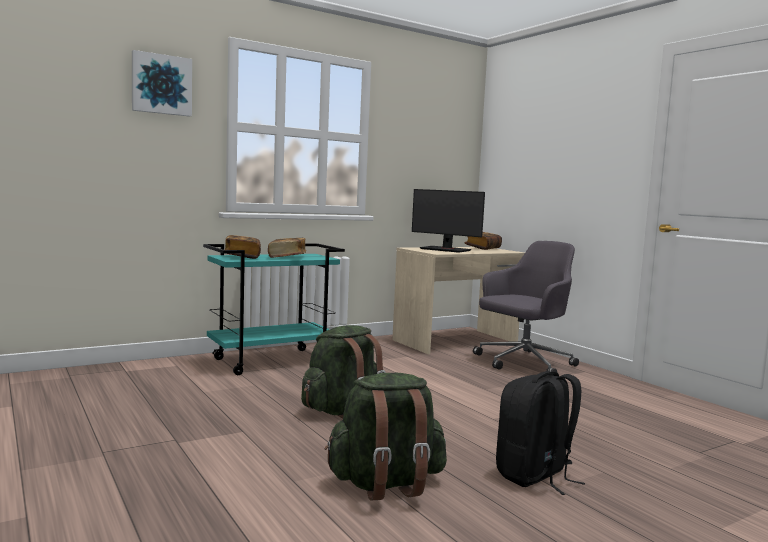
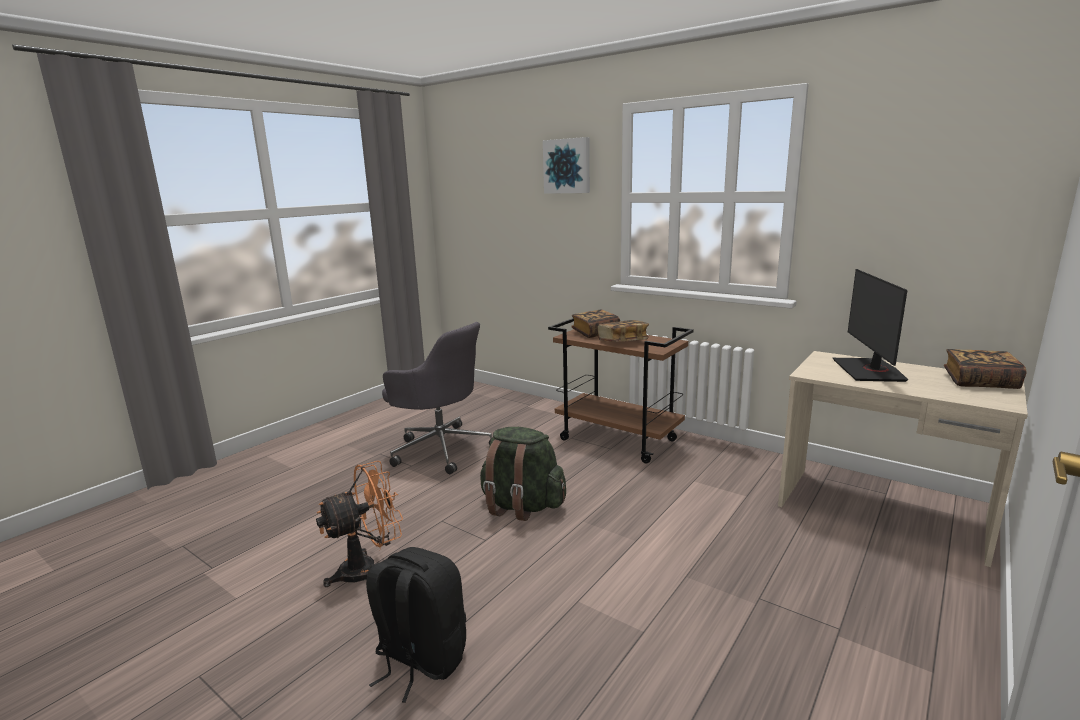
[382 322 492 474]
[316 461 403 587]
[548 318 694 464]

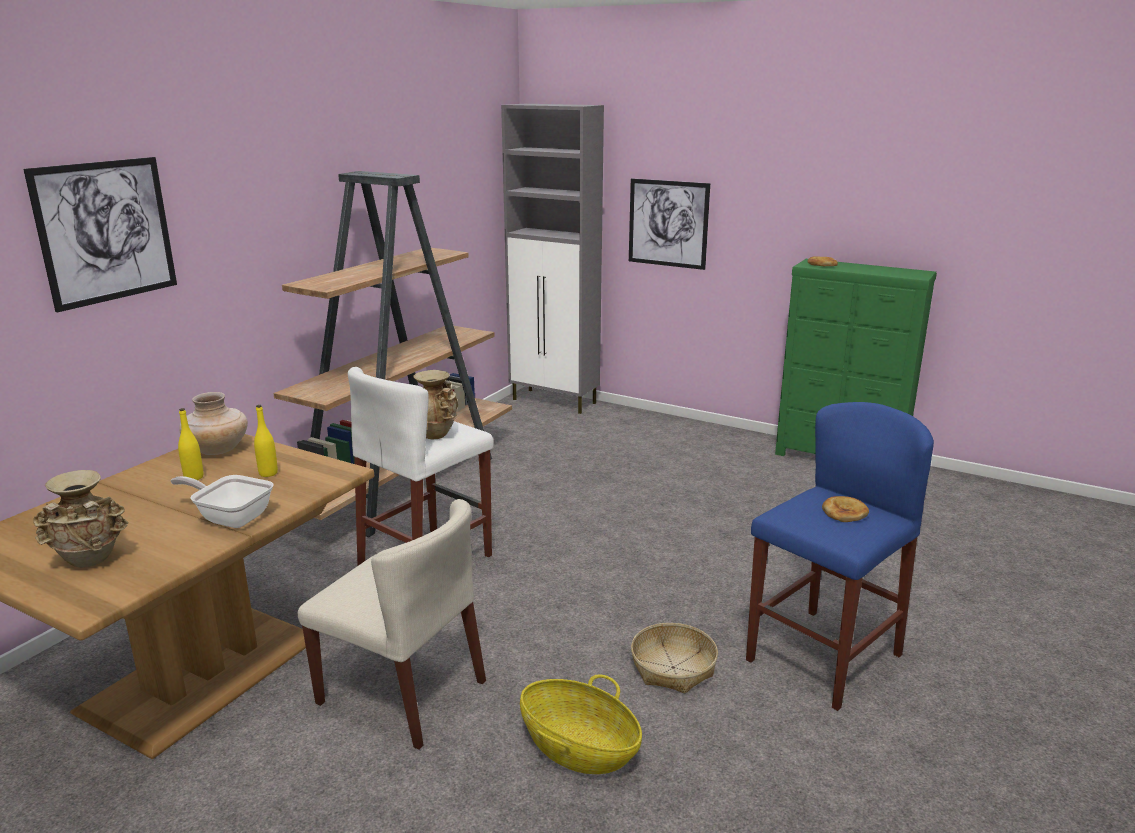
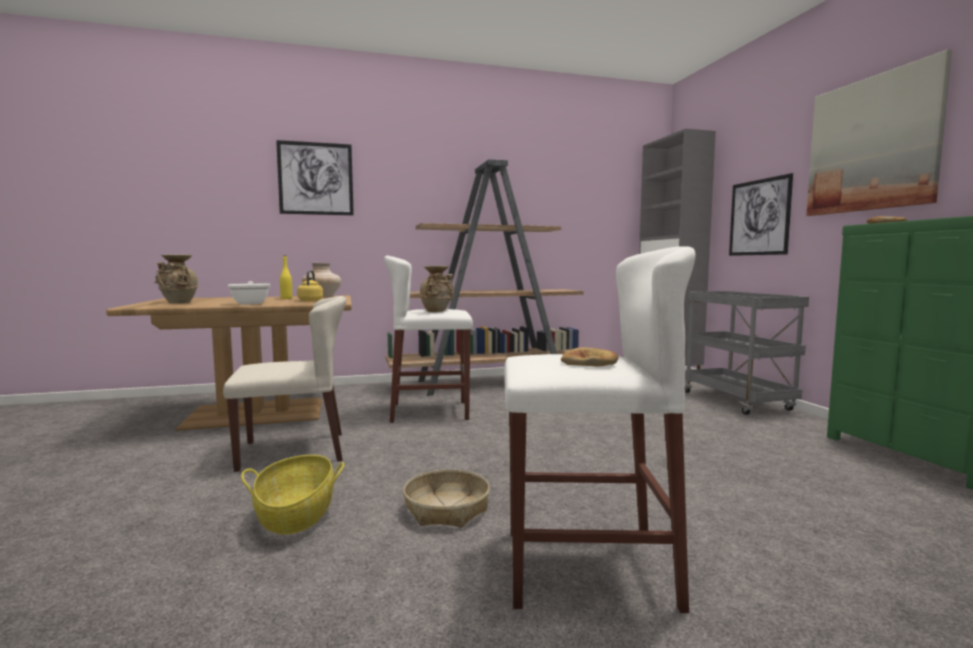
[685 291 809 415]
[806 50 952 216]
[297 270 323 301]
[504 246 696 613]
[223 296 347 472]

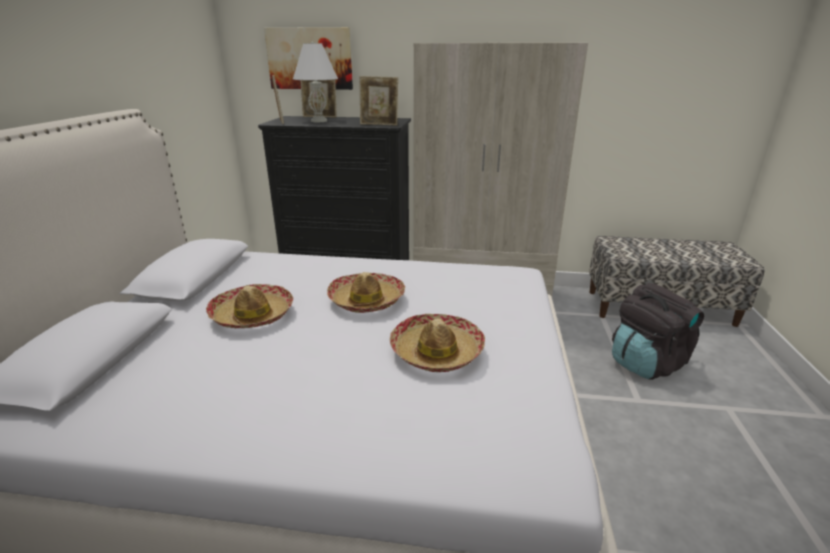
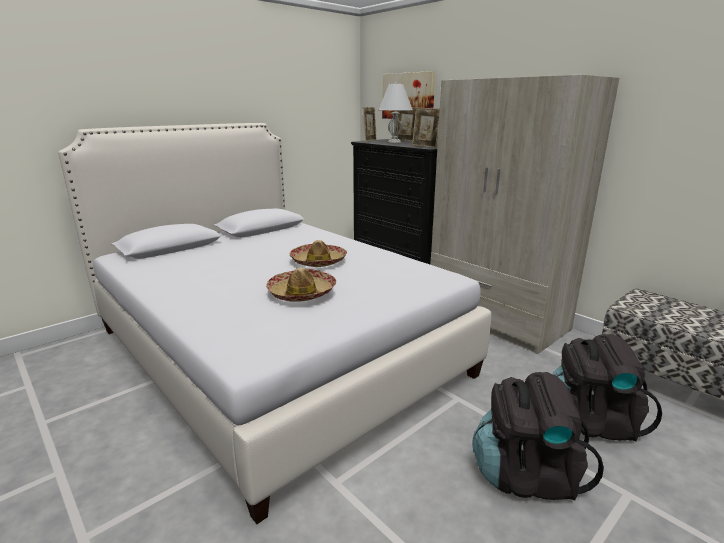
[206 284 293 328] (first image)
[472 372 604 500]

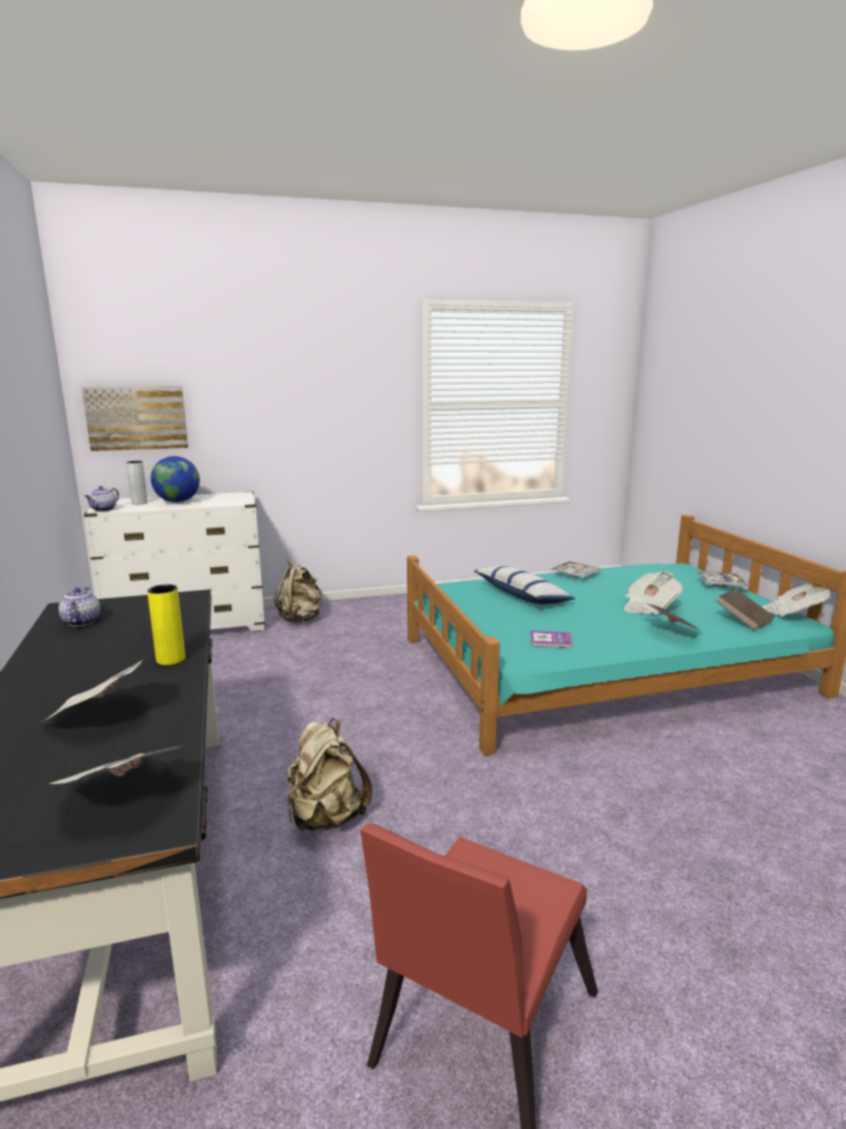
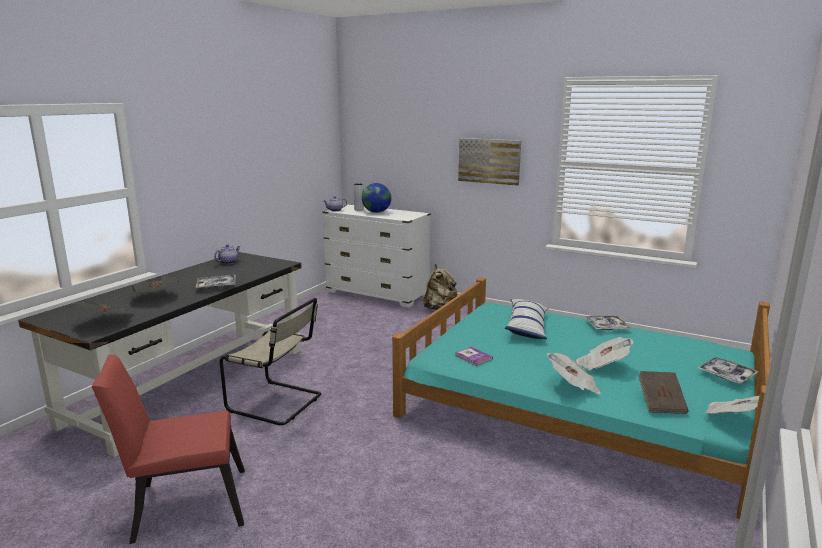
[458 138 521 186]
[195 275 236 289]
[219 298 321 425]

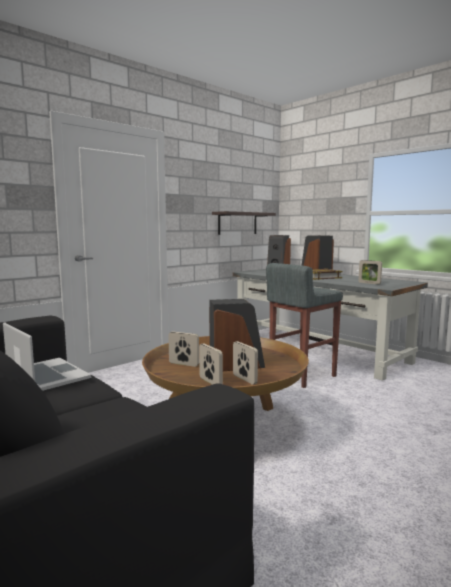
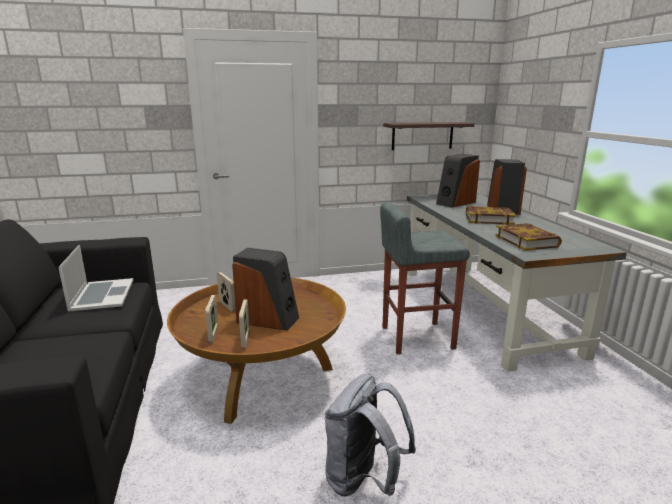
[325 373 416 497]
[495 223 562 251]

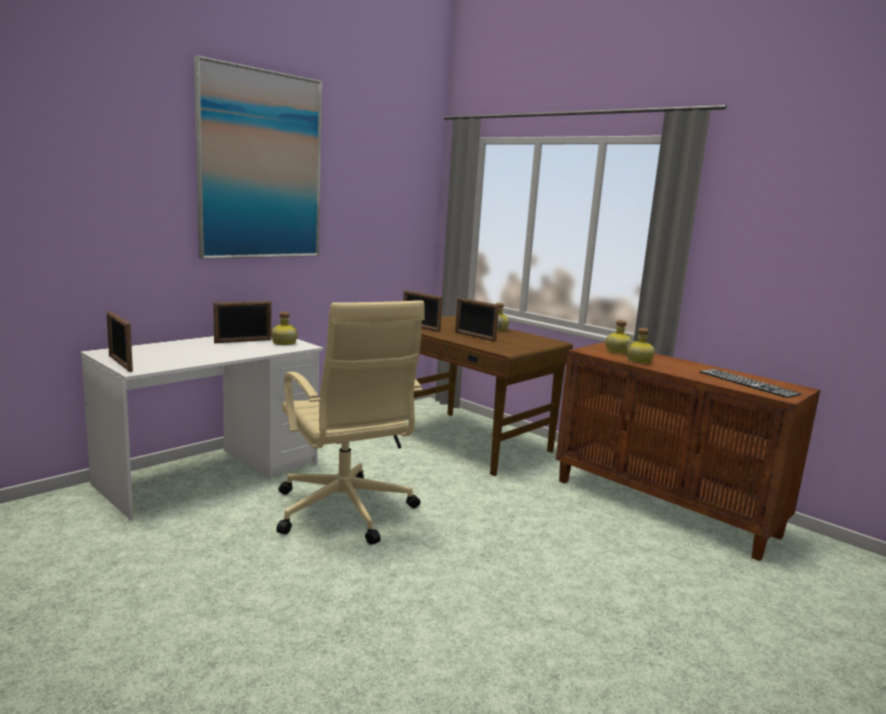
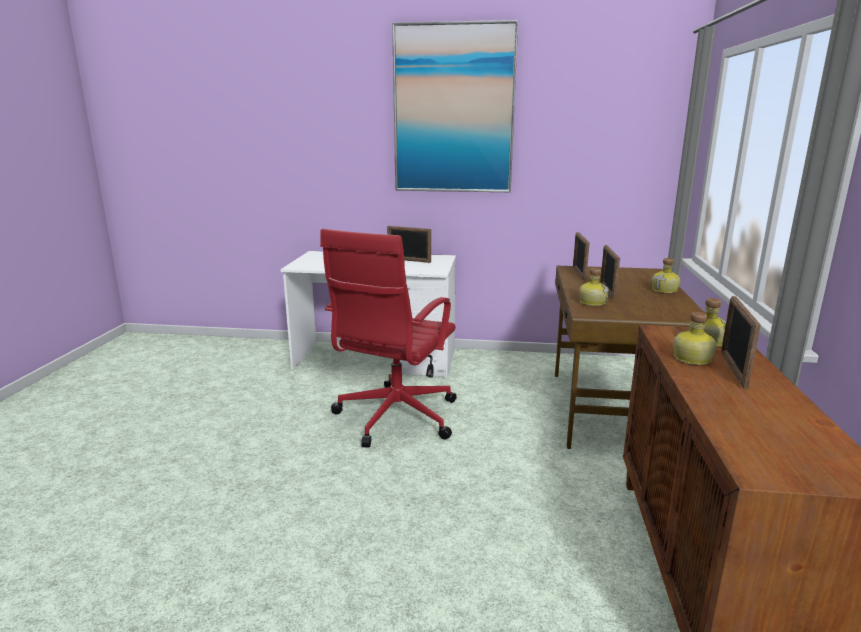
[699 369 801 398] (first image)
[721 296 761 389]
[579 268 609 306]
[320 229 457 448]

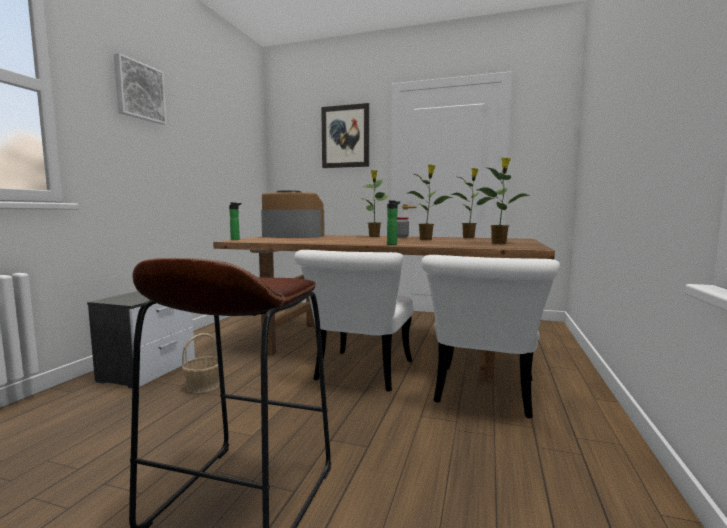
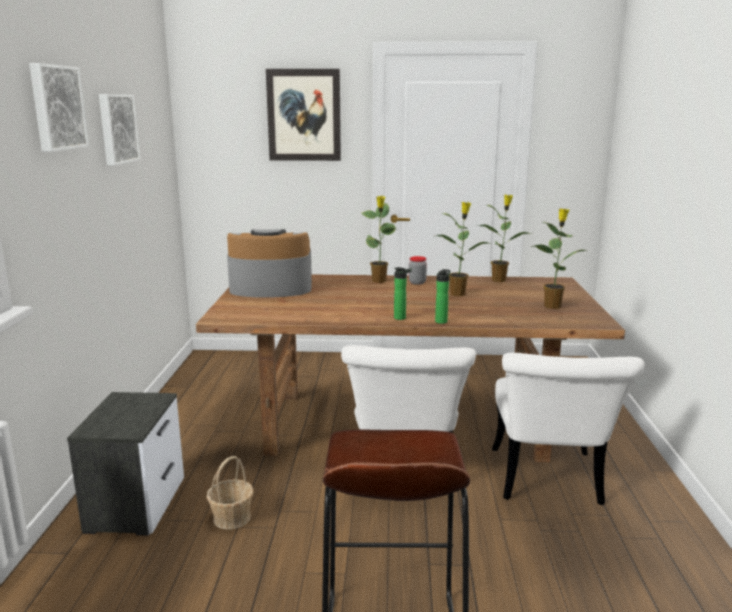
[99 94 140 166]
[394 267 412 320]

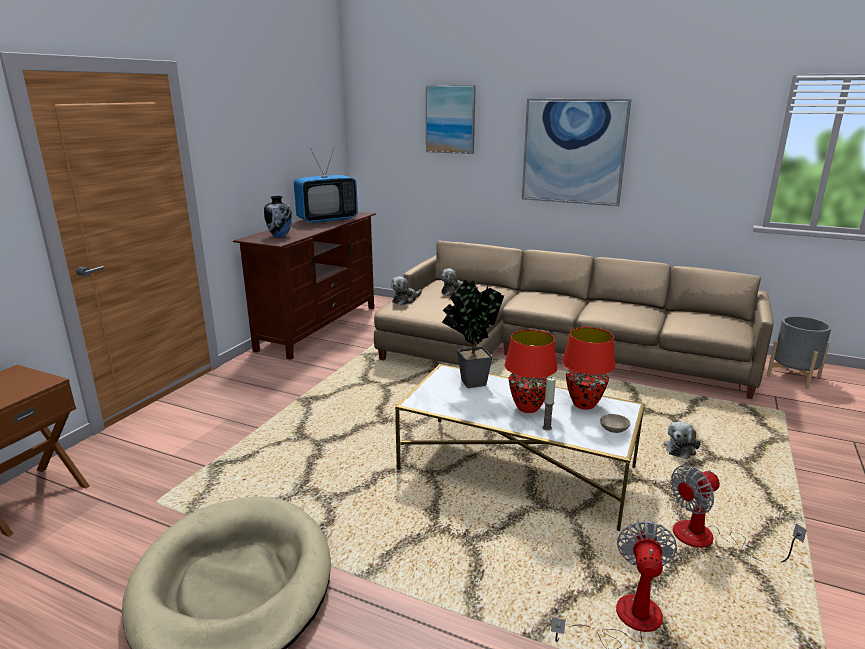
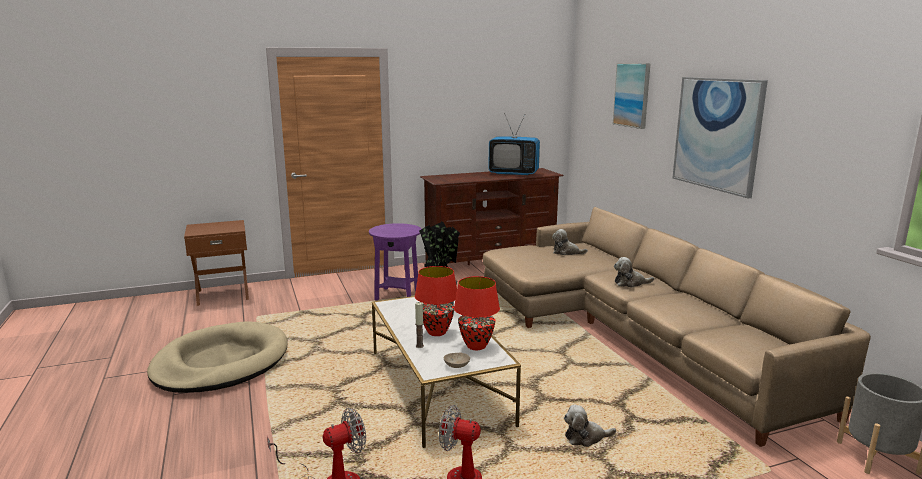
[264 196 292 238] (first image)
[369 223 421 300]
[614 257 654 287]

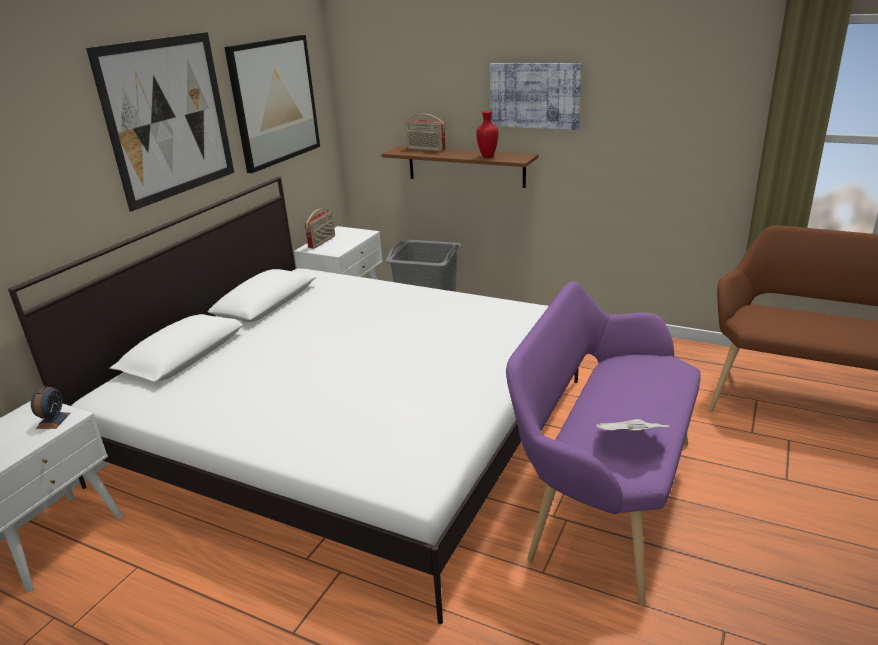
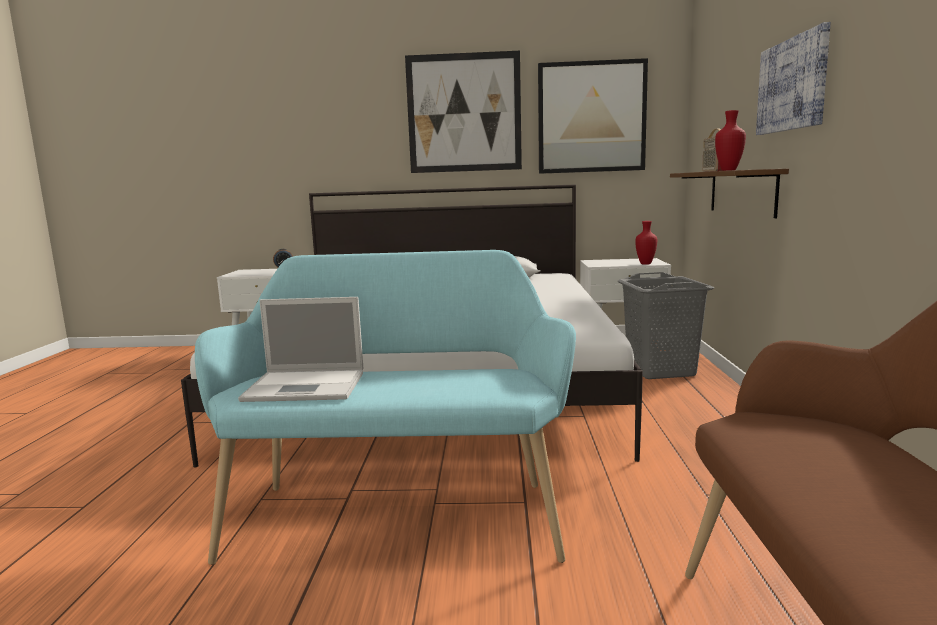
[305 209 335 249] (first image)
[635 221 657 265]
[238 297 363 402]
[195 250 576 565]

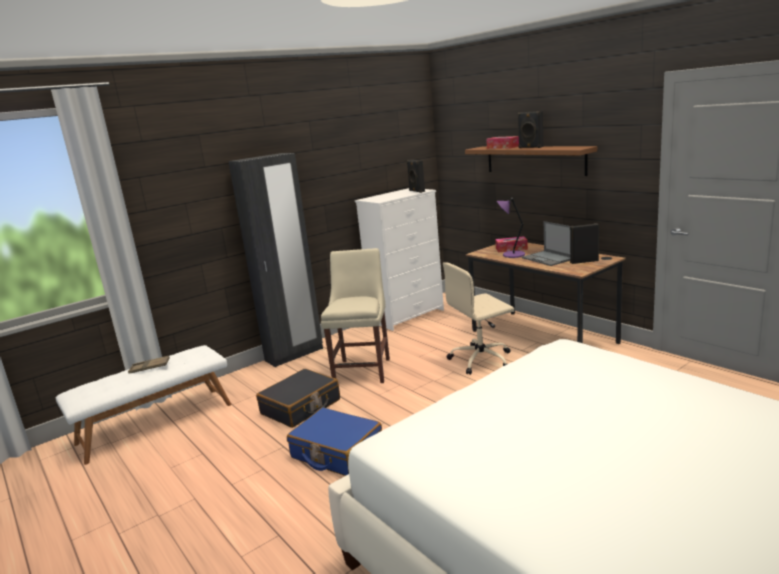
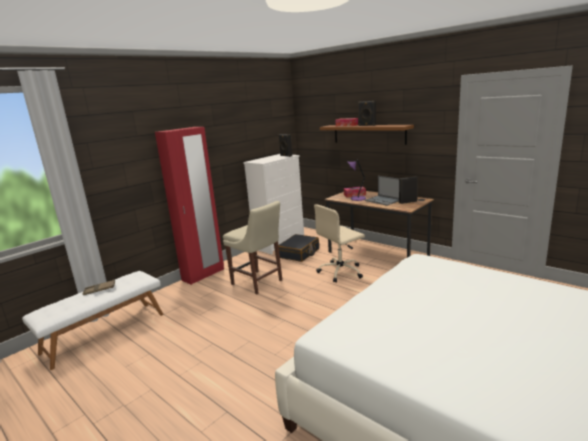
[287 407 382 476] (first image)
[278 234 319 262]
[155 127 224 285]
[223 201 282 295]

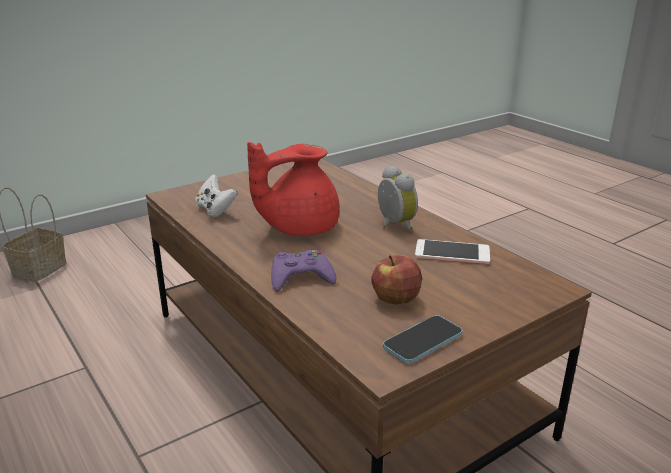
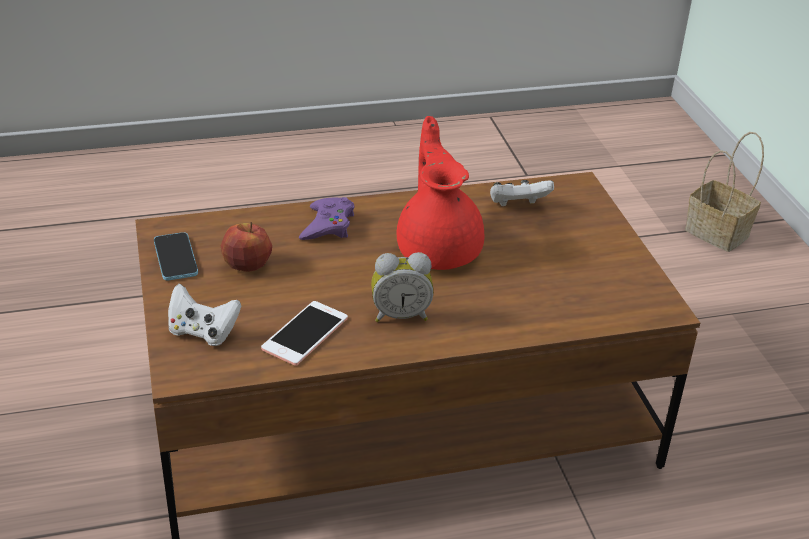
[168 284 241 346]

